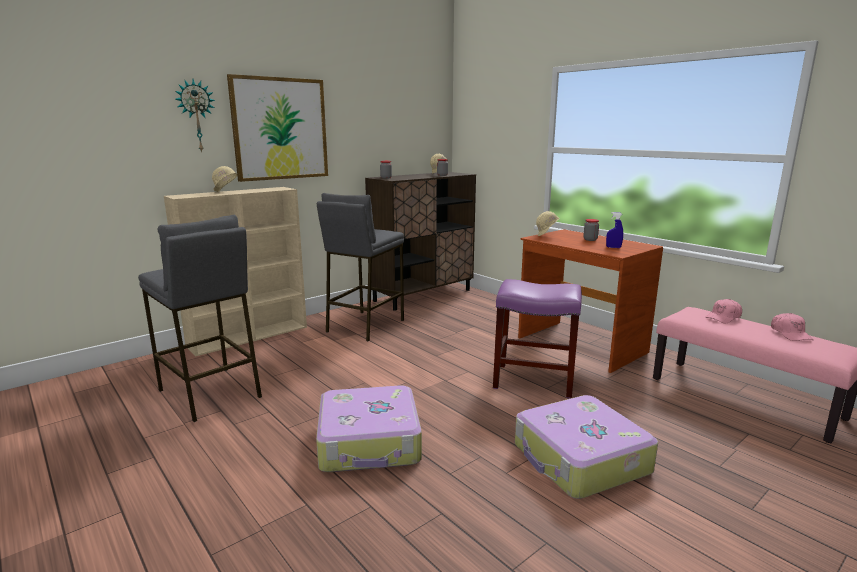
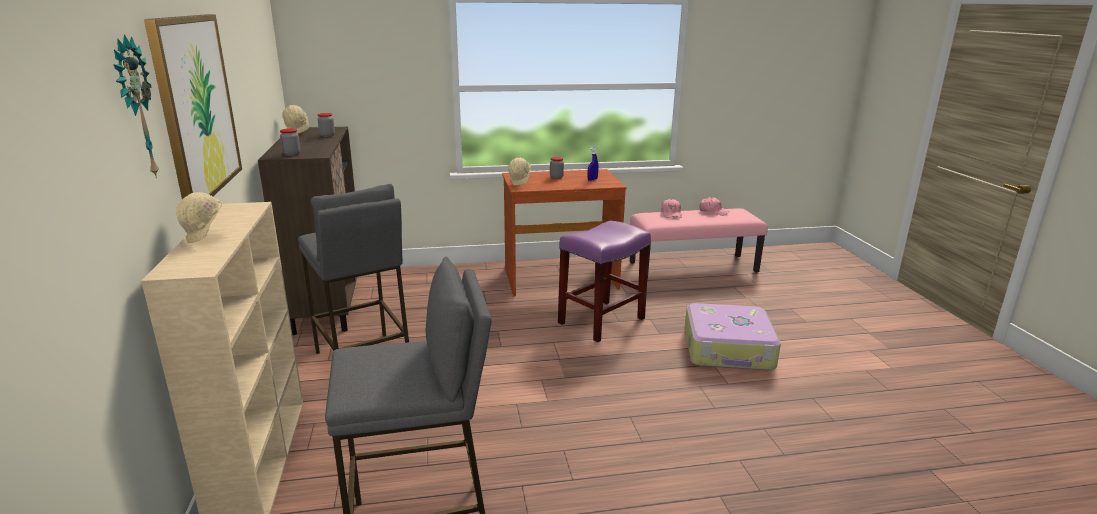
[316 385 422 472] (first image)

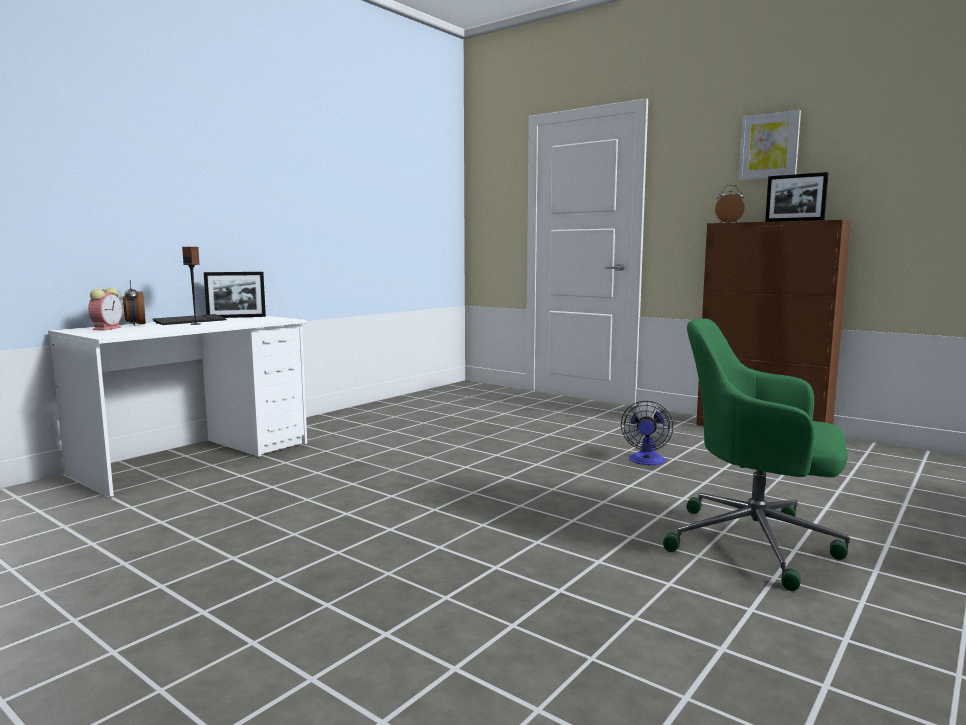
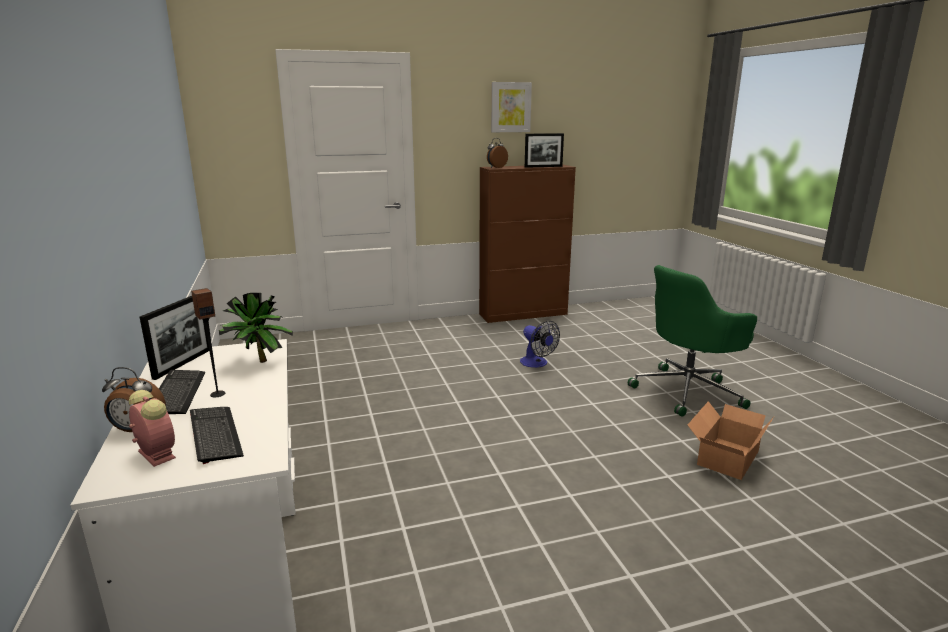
[190 407 244 464]
[219 293 293 363]
[688 401 774 480]

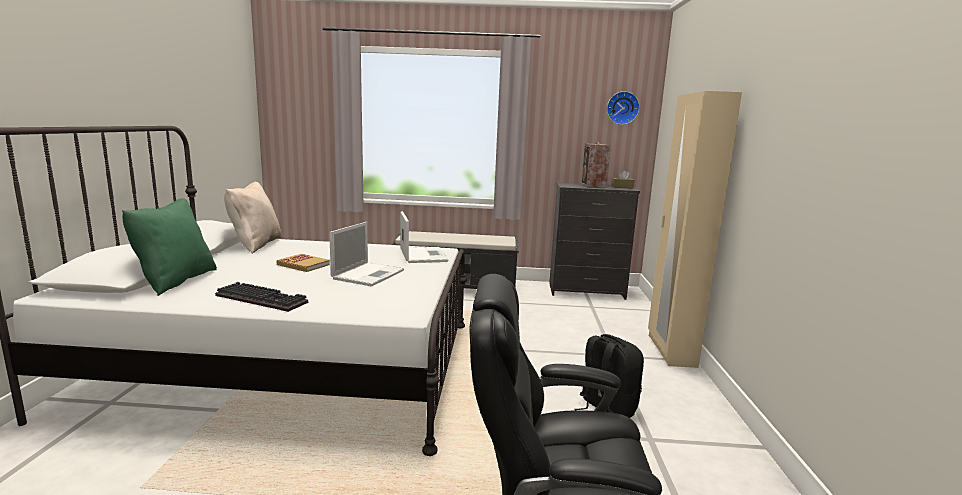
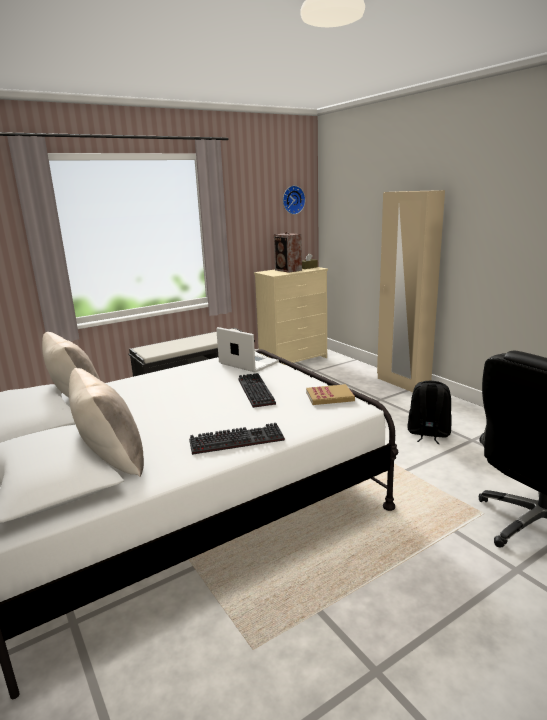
[306 384 355 405]
[238 373 276 408]
[69 368 144 477]
[254 267 328 365]

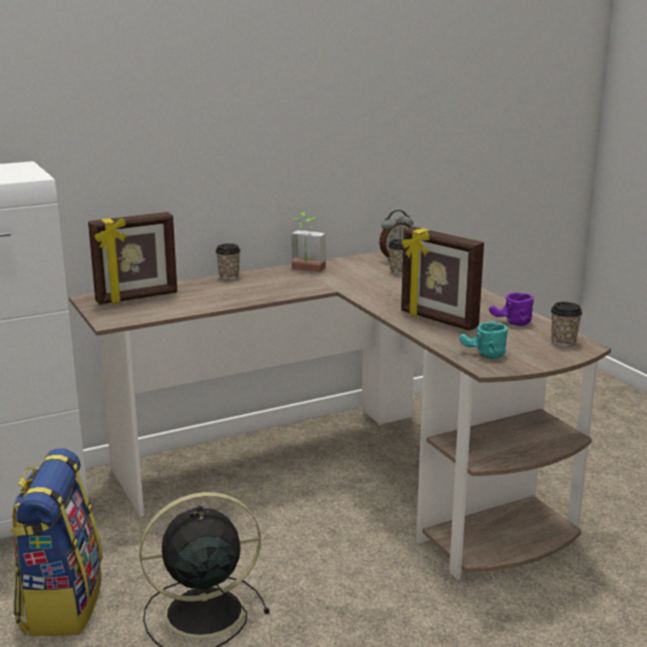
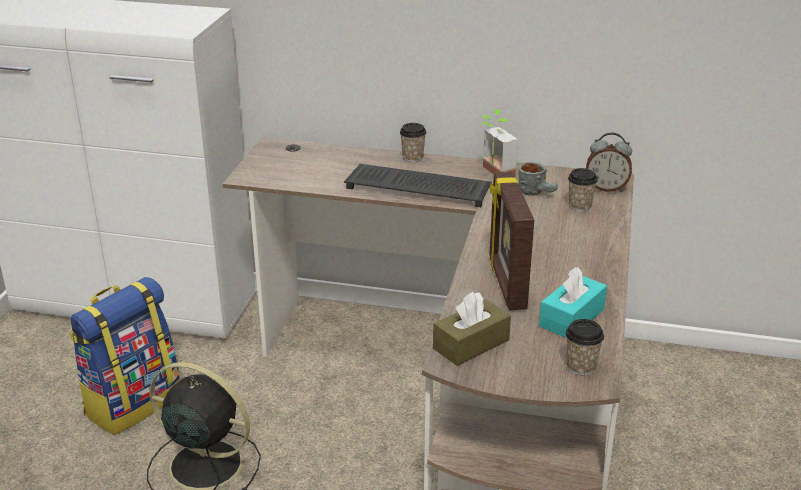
[88 212 177 304] (first image)
[344 164 492 207]
[519 162 558 196]
[433 292 511 366]
[539 267 607 338]

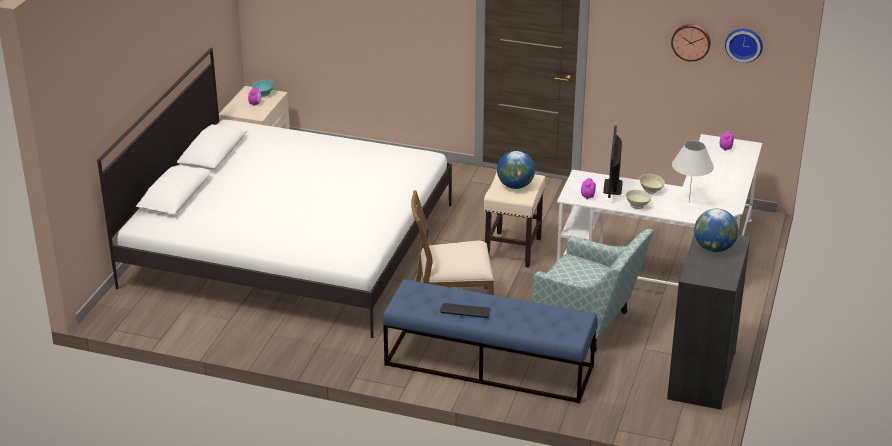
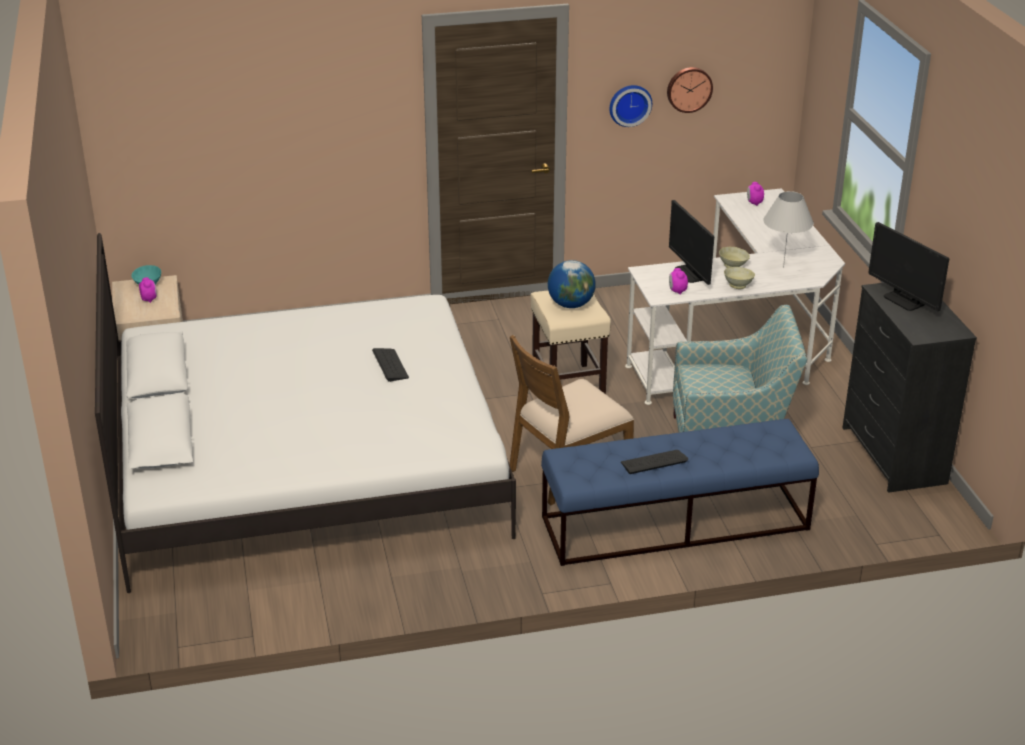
[372 348 409 382]
[610 85 652 127]
[868 222 949 311]

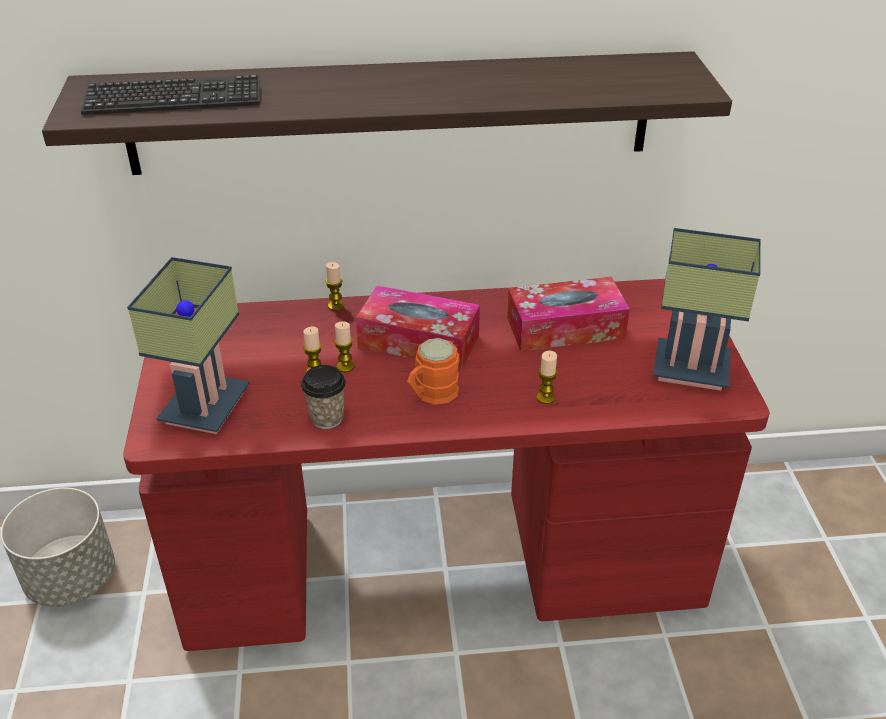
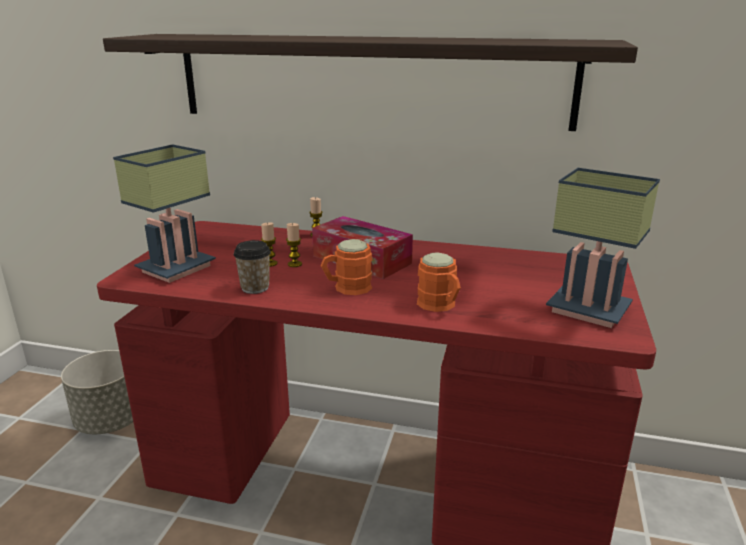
[81 75 260 115] (first image)
[507 277 630 351] (first image)
[417 252 461 312]

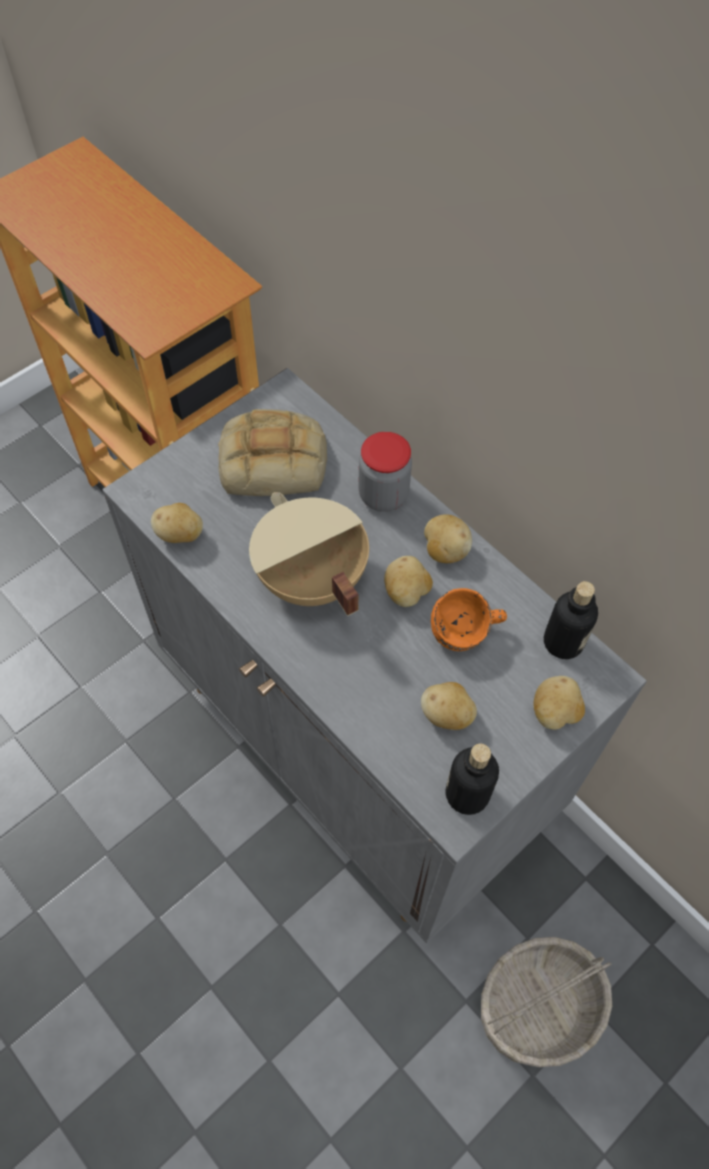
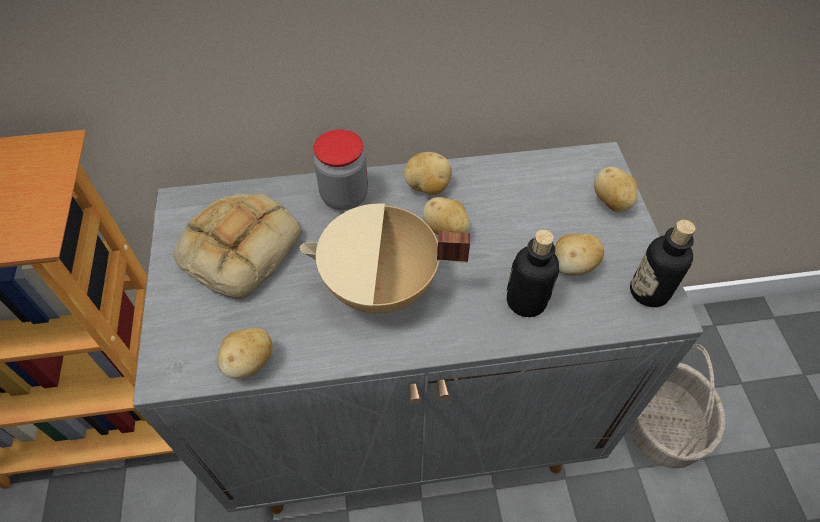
[431 588 507 651] (first image)
[506 230 559 317]

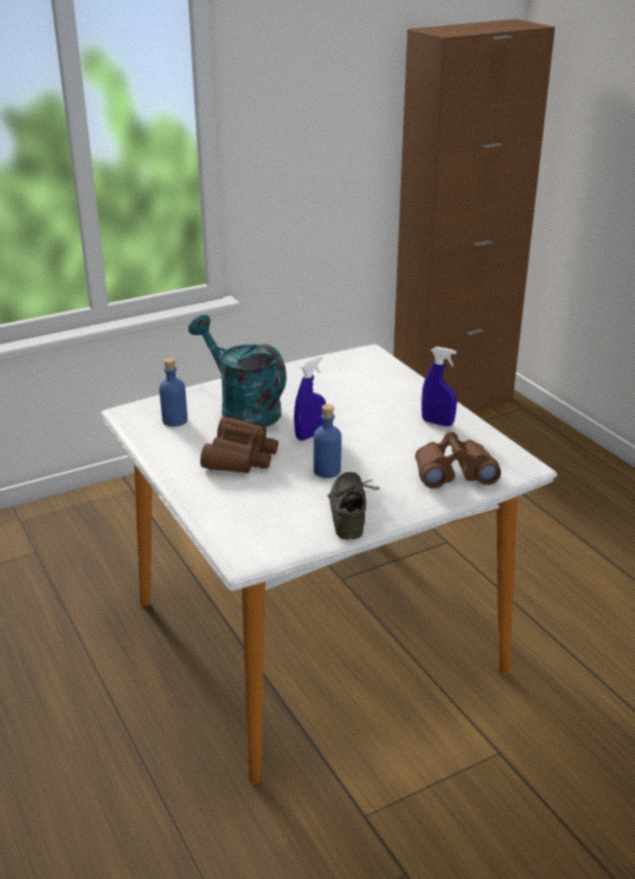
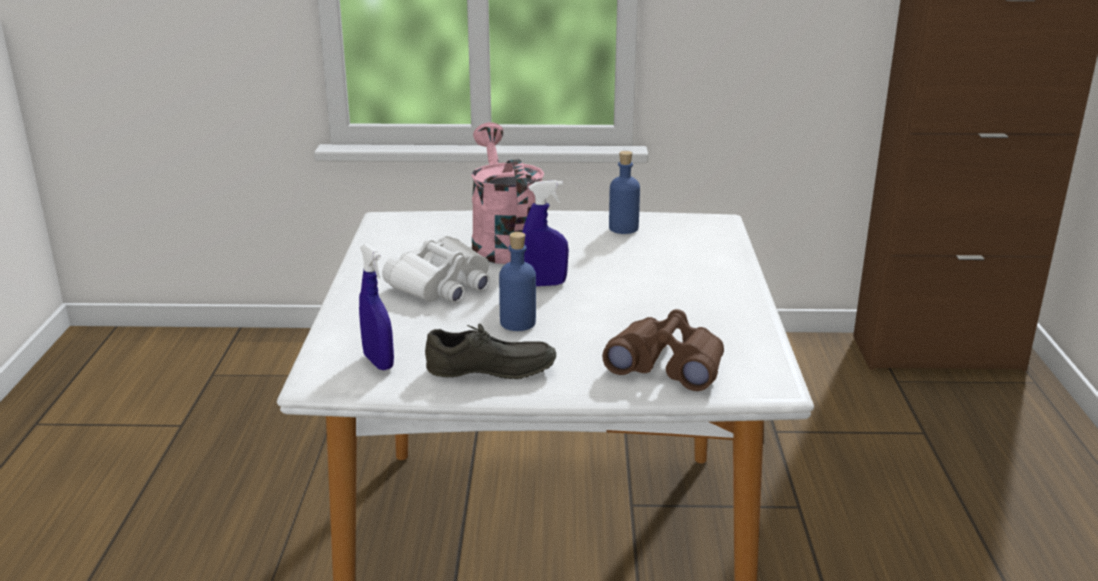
[609 151 640 234]
[359 244 394 370]
[471 122 544 264]
[382 236 490 303]
[425 324 556 379]

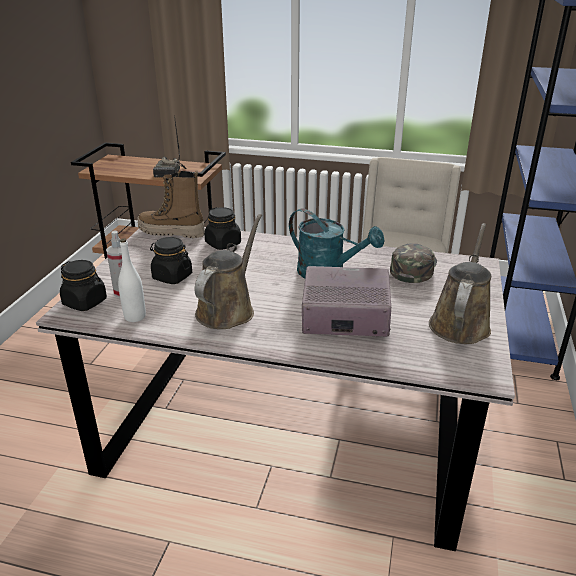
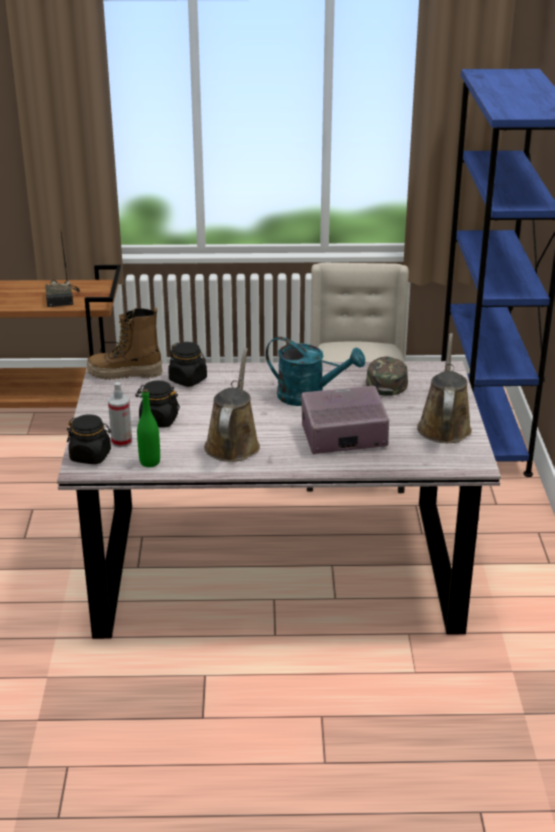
[137 389 160 467]

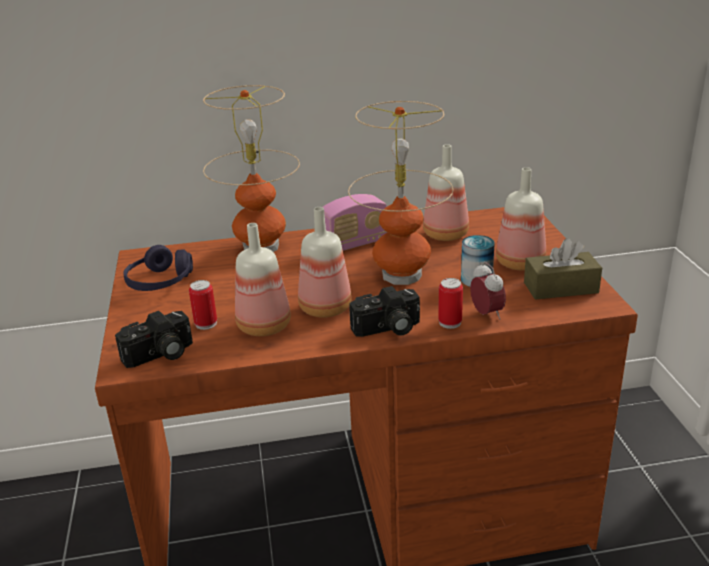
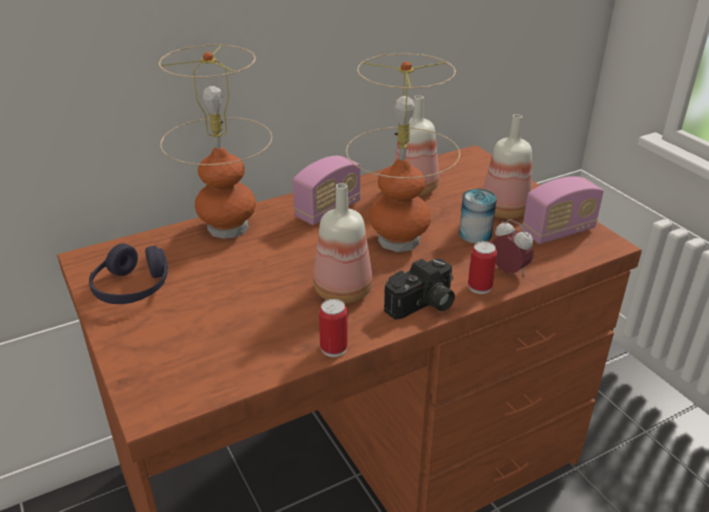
[115 311 193 368] (first image)
[235 223 291 336] (first image)
[319 299 348 357]
[522 176 604 244]

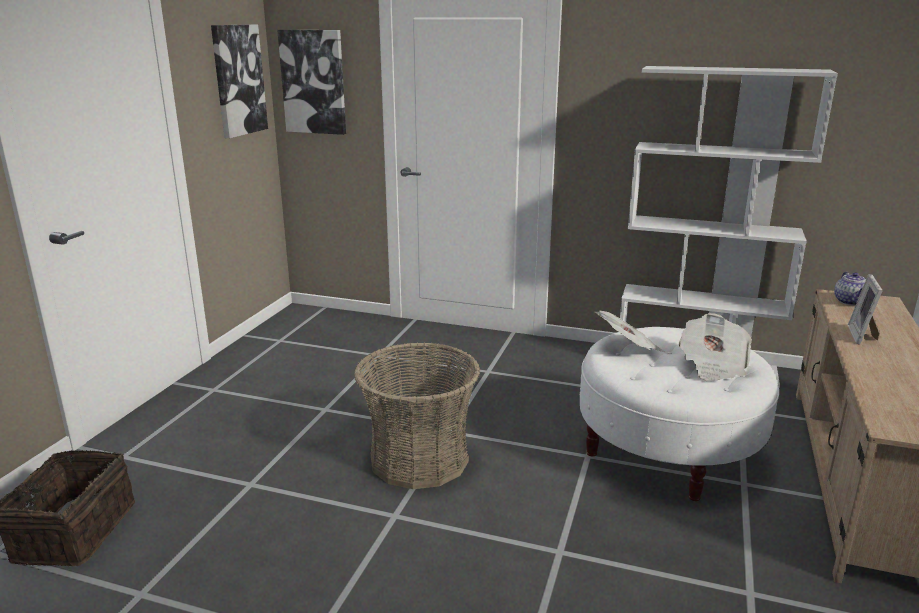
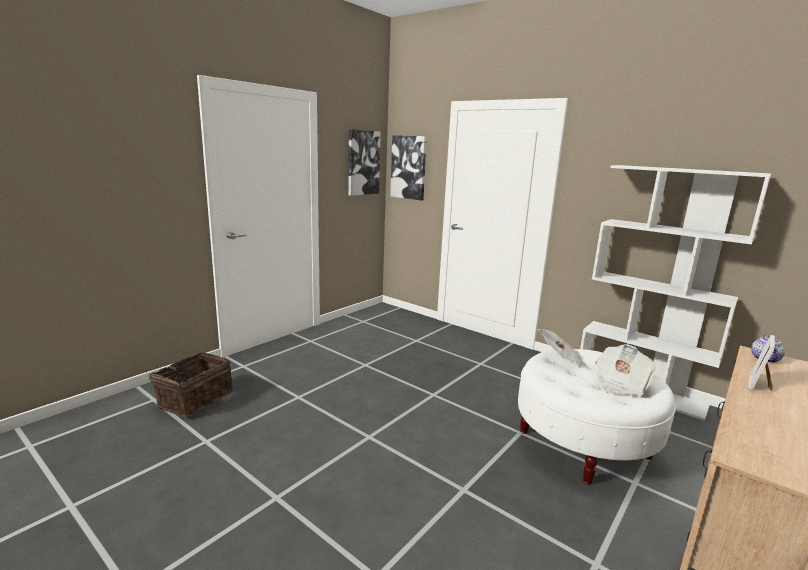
[354 342 480 489] (first image)

